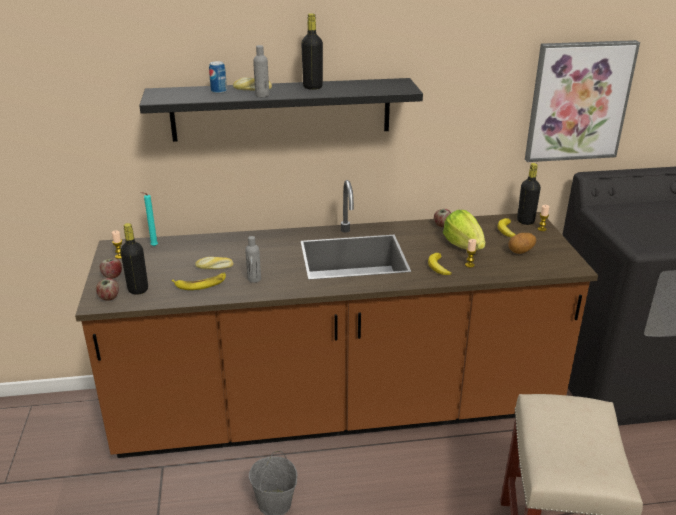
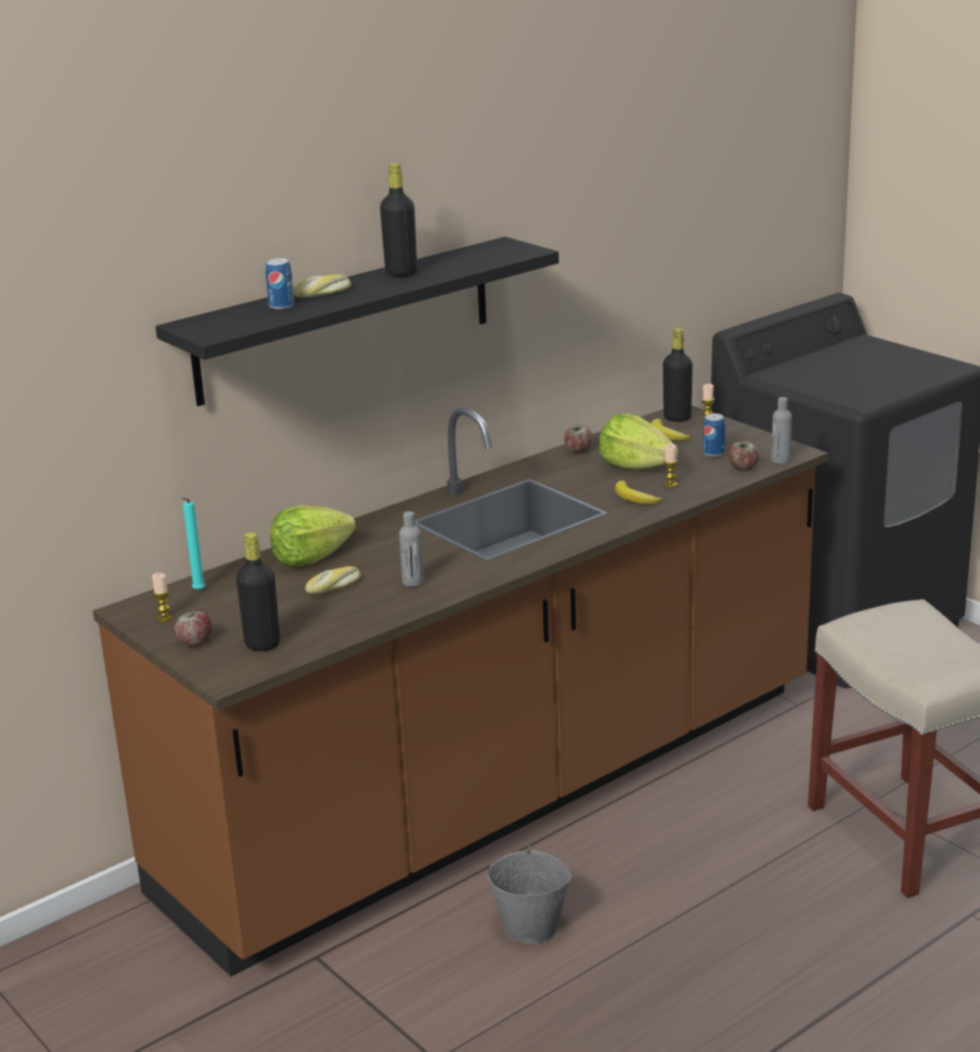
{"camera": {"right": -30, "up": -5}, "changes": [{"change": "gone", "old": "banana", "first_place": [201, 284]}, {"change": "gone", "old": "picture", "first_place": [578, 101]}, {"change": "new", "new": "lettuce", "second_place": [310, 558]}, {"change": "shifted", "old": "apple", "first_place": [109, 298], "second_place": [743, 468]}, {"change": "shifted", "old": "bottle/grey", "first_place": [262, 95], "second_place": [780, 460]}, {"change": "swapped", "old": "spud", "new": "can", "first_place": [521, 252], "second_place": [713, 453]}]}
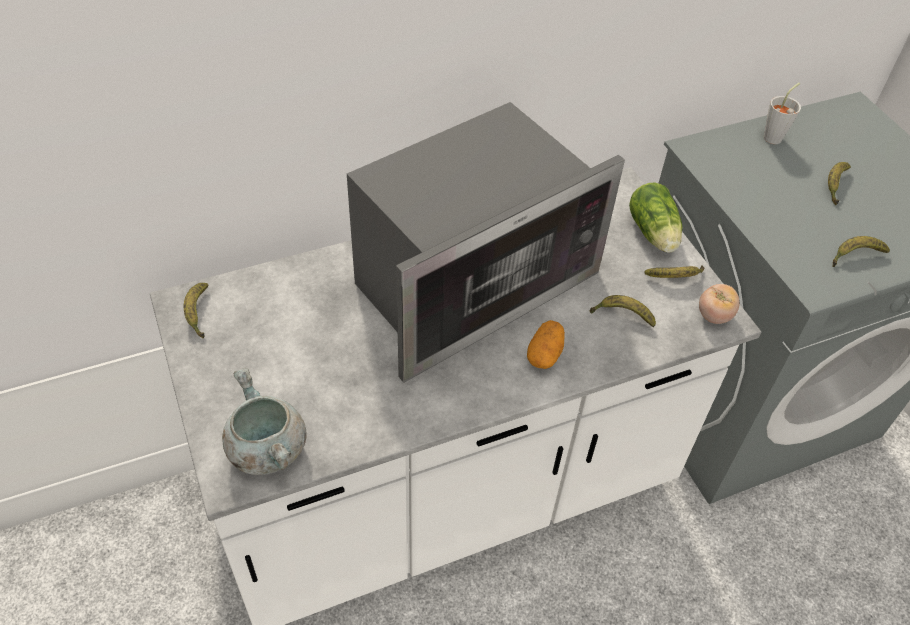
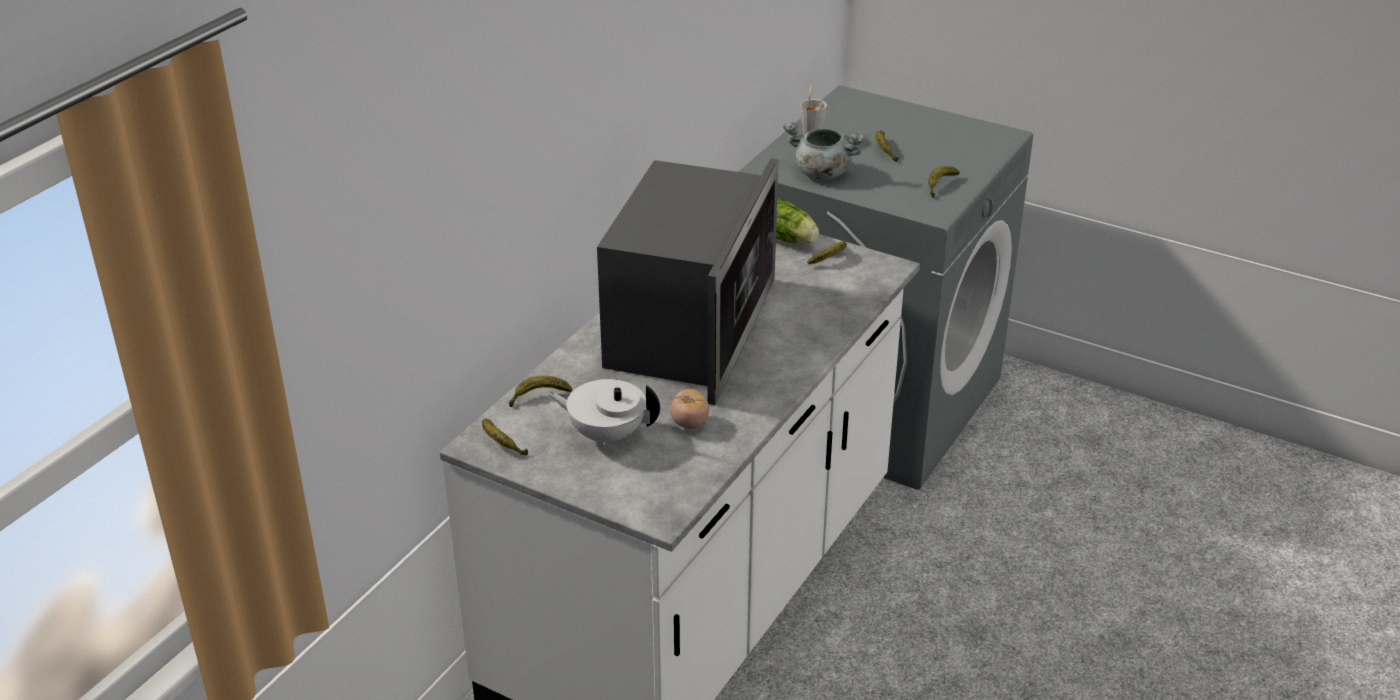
{"camera": {"right": -35, "up": -15}, "changes": [{"change": "gone", "old": "spud", "first_place": [545, 354]}, {"change": "new", "new": "pot for tea/white-coloured", "second_place": [606, 434]}, {"change": "shifted", "old": "cooking pot/grey", "first_place": [266, 448], "second_place": [821, 173]}, {"change": "shifted", "old": "banana", "first_place": [622, 315], "second_place": [538, 396]}, {"change": "shifted", "old": "whole tomato", "first_place": [714, 315], "second_place": [690, 423]}]}
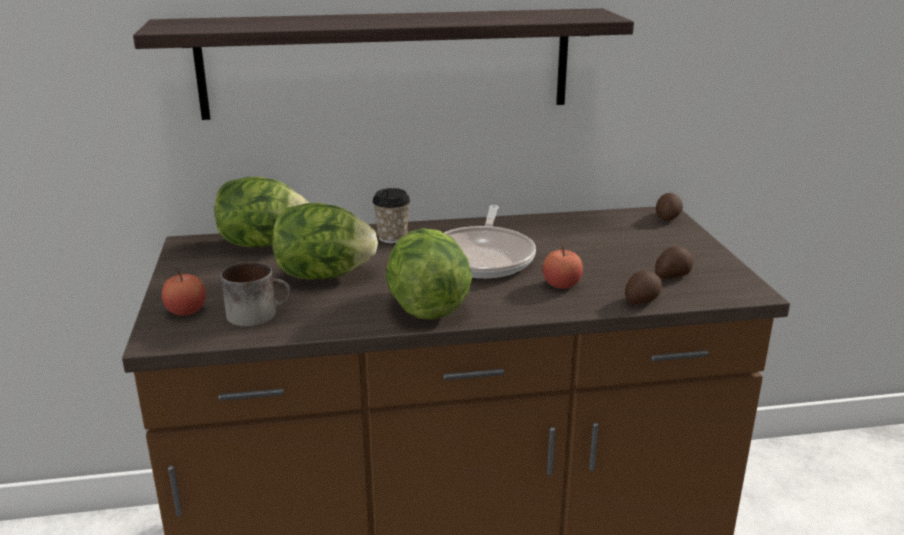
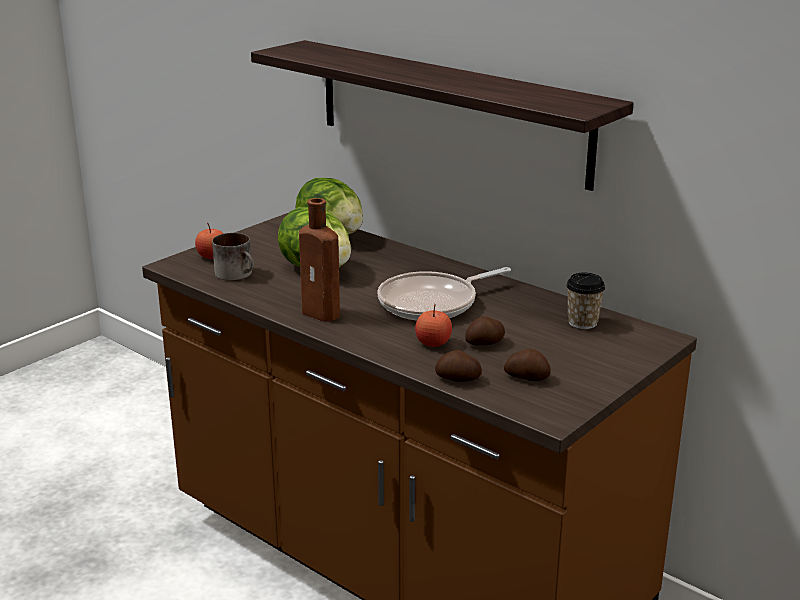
{"camera": {"right": 50, "up": 0}, "changes": [{"change": "shifted", "old": "cup", "first_place": [392, 238], "second_place": [582, 323]}, {"change": "shifted", "old": "spud", "first_place": [668, 217], "second_place": [485, 343]}, {"change": "swapped", "old": "lettuce", "new": "bottle/brown", "first_place": [427, 307], "second_place": [323, 314]}]}
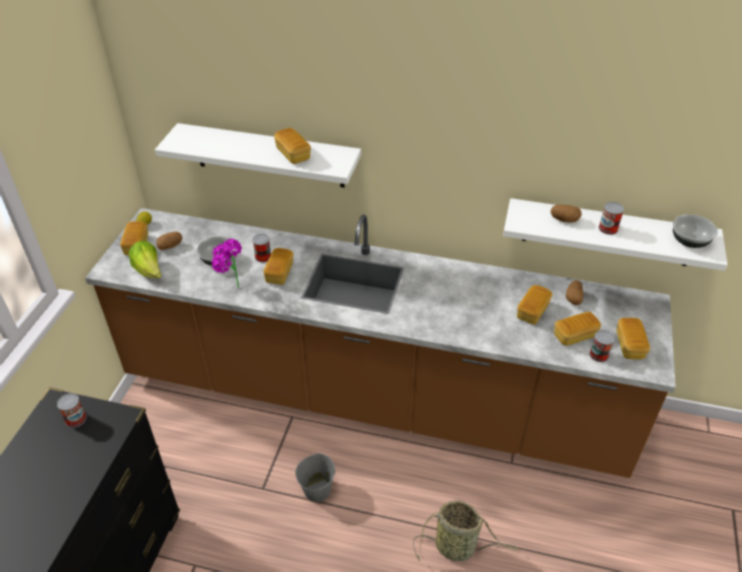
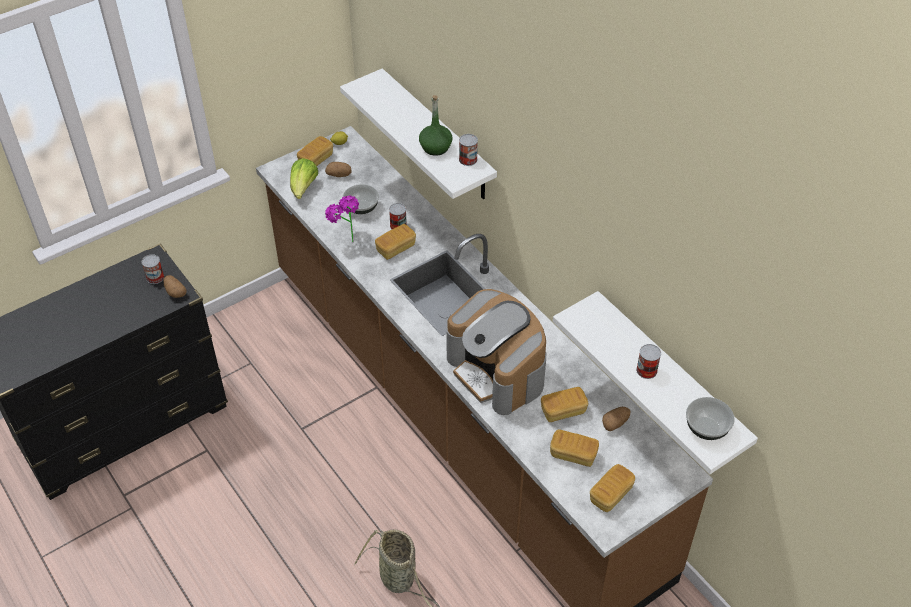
{"camera": {"right": 40, "up": 5}, "changes": [{"change": "gone", "old": "water bucket/grey", "first_place": [317, 489]}, {"change": "new", "new": "coffee brewer", "second_place": [497, 371]}, {"change": "shifted", "old": "spud", "first_place": [564, 220], "second_place": [175, 292]}, {"change": "shifted", "old": "can", "first_place": [599, 355], "second_place": [468, 159]}, {"change": "swapped", "old": "baked bread", "new": "bottle/greenish", "first_place": [293, 154], "second_place": [435, 147]}]}
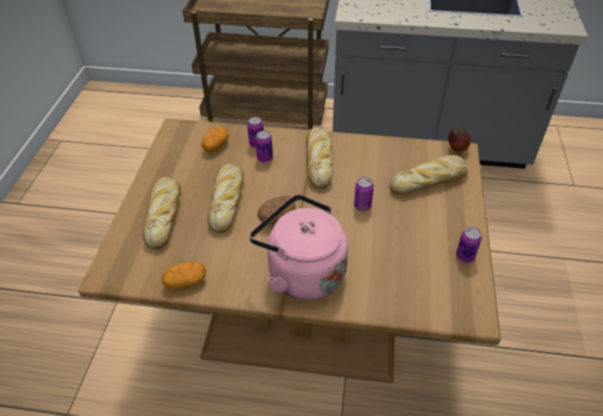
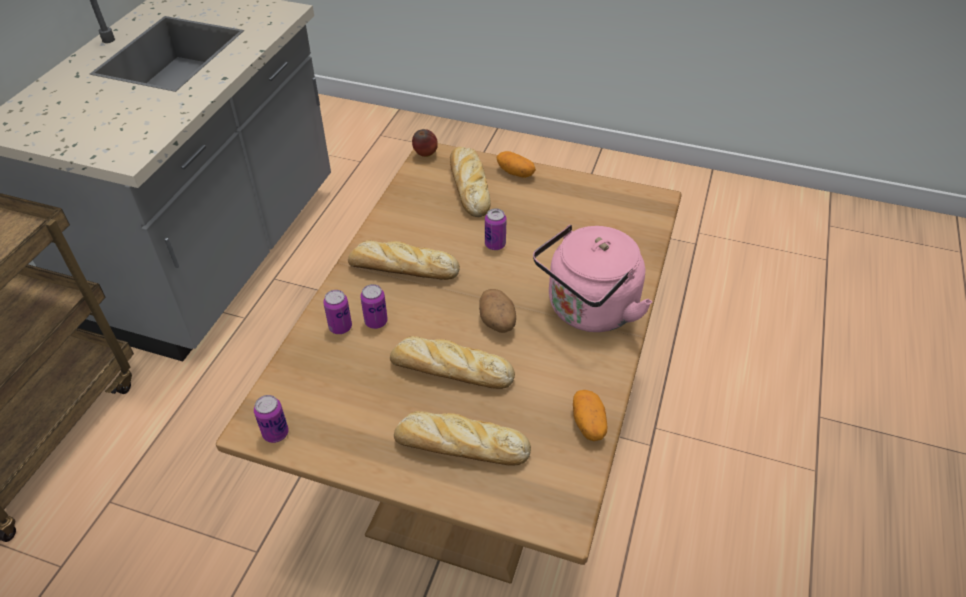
{"camera": {"right": -80, "up": 0}, "changes": [{"change": "shifted", "old": "spud", "first_place": [215, 146], "second_place": [515, 172]}, {"change": "shifted", "old": "can", "first_place": [465, 256], "second_place": [275, 433]}]}
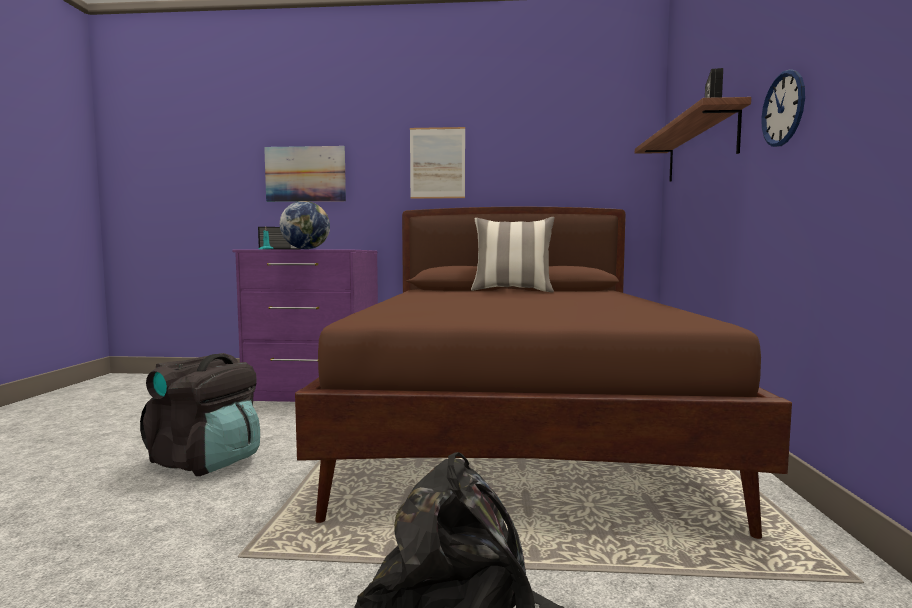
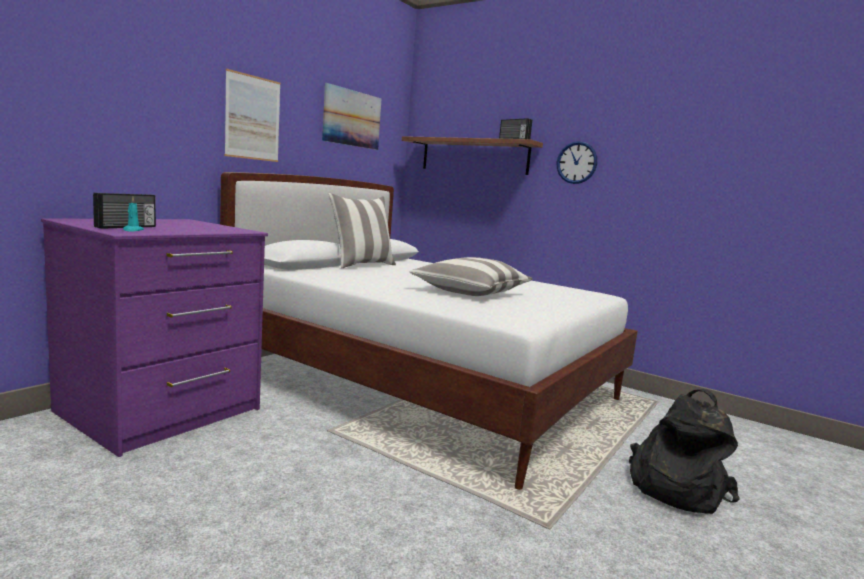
{"camera": {"right": -60, "up": 5}, "changes": [{"change": "gone", "old": "knapsack/blackish", "first_place": [206, 461]}, {"change": "gone", "old": "globe", "first_place": [305, 249]}, {"change": "new", "new": "pillow", "second_place": [470, 292]}, {"change": "shifted", "old": "picture", "first_place": [305, 174], "second_place": [352, 118]}, {"change": "repainted", "old": "bedroom bed/brown", "new": "bedroom bed/white-coloured", "first_place": [518, 428], "second_place": [424, 384]}]}
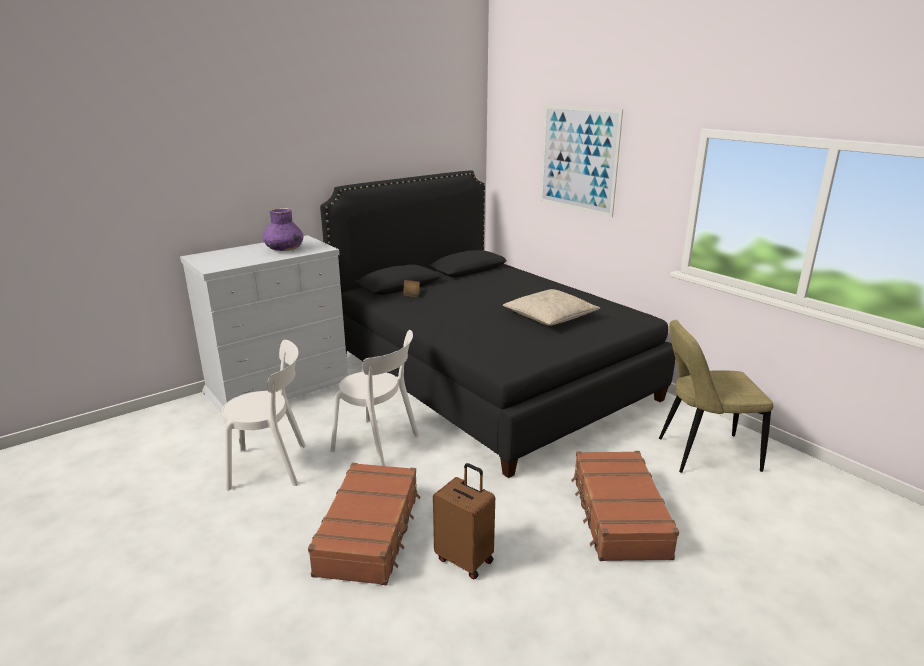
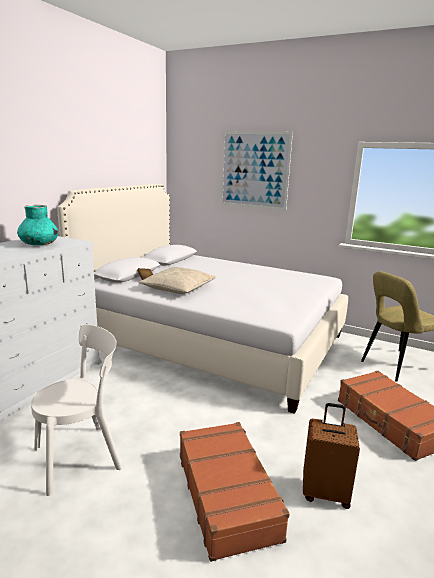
{"camera": {"right": -25, "up": -5}, "changes": [{"change": "gone", "old": "plain chair/white-coloured", "first_place": [379, 444]}, {"change": "shifted", "old": "pillow/beige-coloured", "first_place": [550, 316], "second_place": [178, 288]}, {"change": "repainted", "old": "flower vase/purple", "new": "flower vase/blue-green", "first_place": [284, 249], "second_place": [39, 244]}, {"change": "repainted", "old": "bedroom bed/blackish", "new": "bedroom bed/white-coloured", "first_place": [488, 376], "second_place": [211, 340]}]}
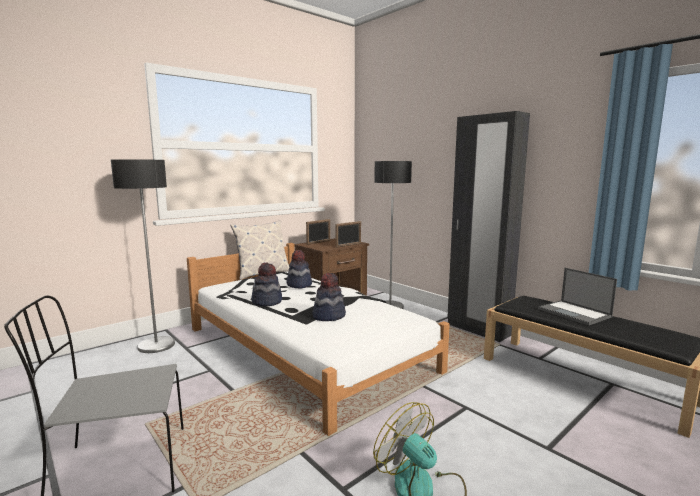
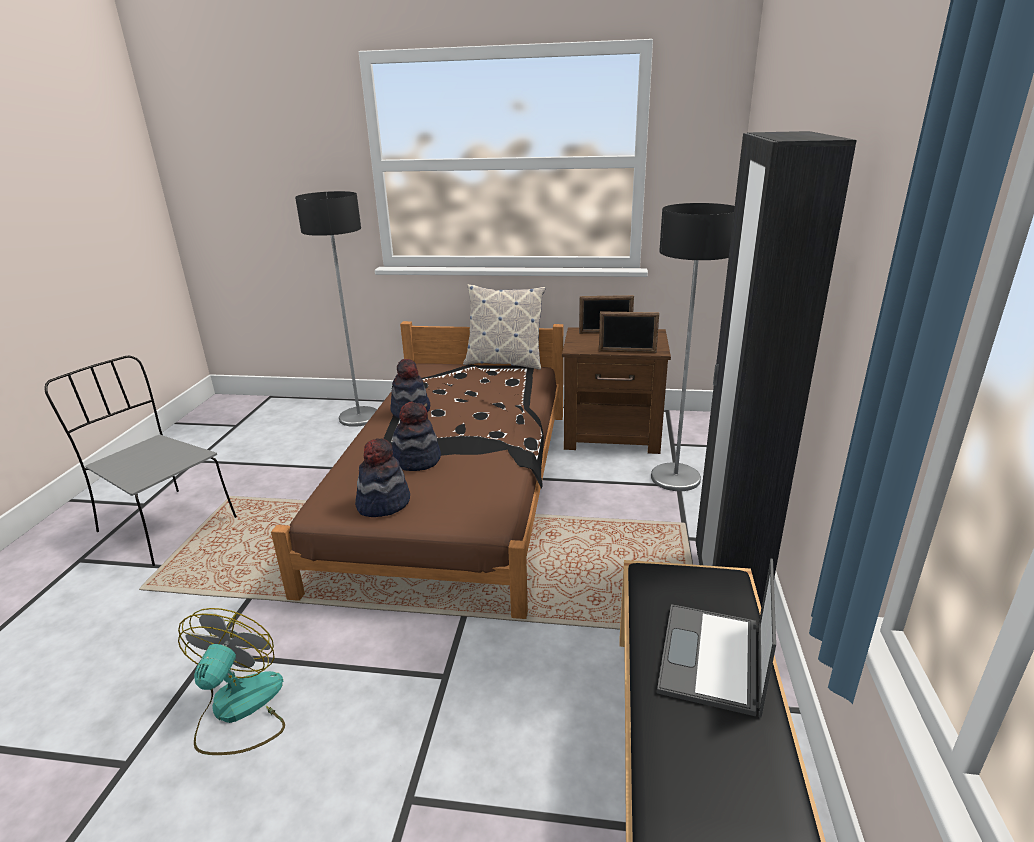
{"camera": {"right": 50, "up": 15}, "changes": [{"change": "shifted", "old": "wearable hat", "first_place": [299, 285], "second_place": [383, 503]}, {"change": "repainted", "old": "bedroom bed/white-coloured", "new": "bedroom bed/brown", "first_place": [304, 348], "second_place": [454, 488]}]}
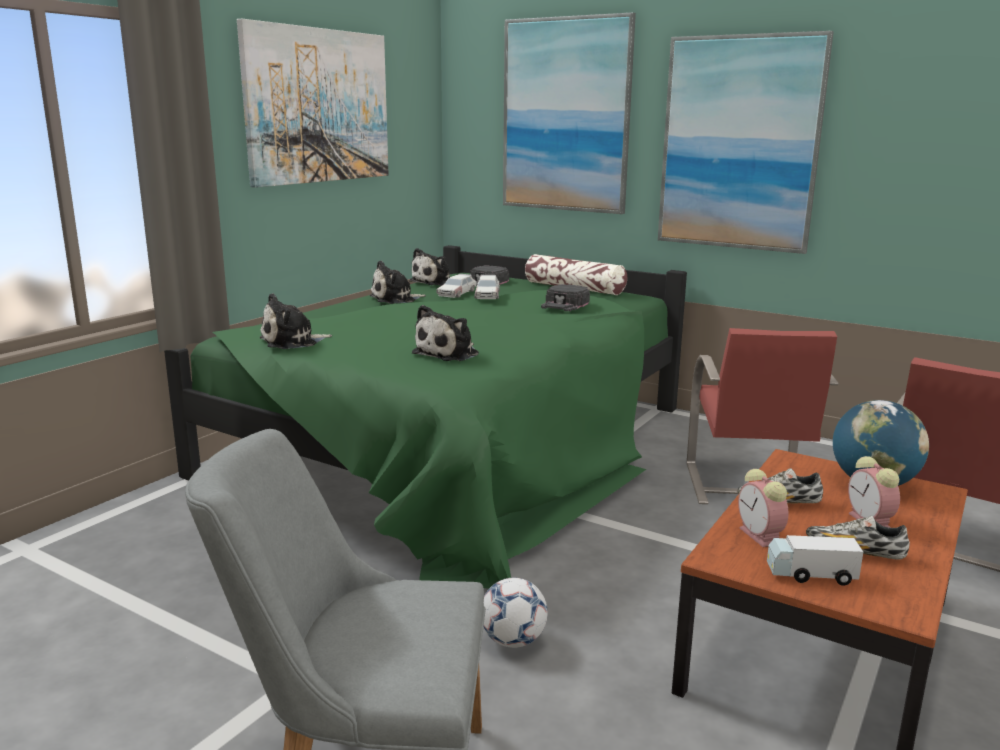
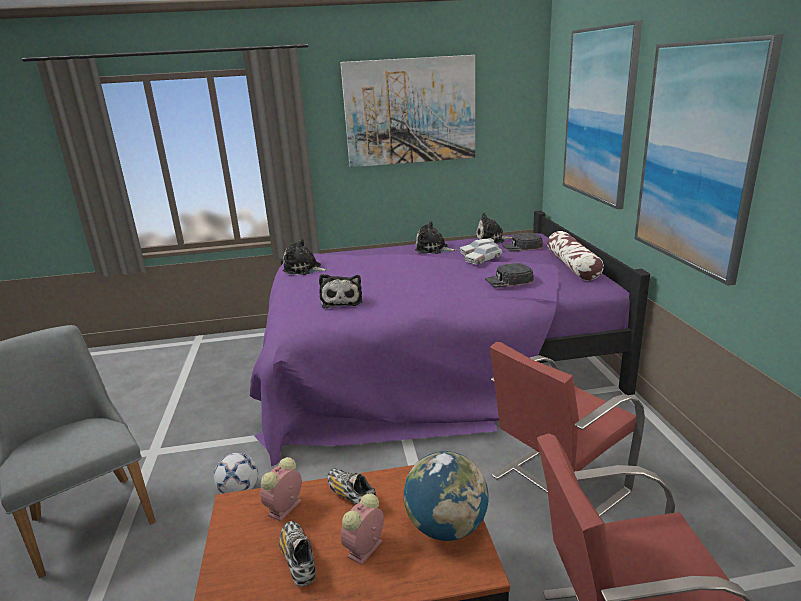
{"camera": {"right": 50, "up": 5}, "changes": [{"change": "gone", "old": "toy lorry", "first_place": [810, 575]}, {"change": "repainted", "old": "bedroom bed/greenish", "new": "bedroom bed/purple", "first_place": [460, 447], "second_place": [431, 362]}, {"change": "rotated", "old": "cuddly toy", "first_place": [449, 353], "second_place": [342, 301], "degrees": -90}]}
